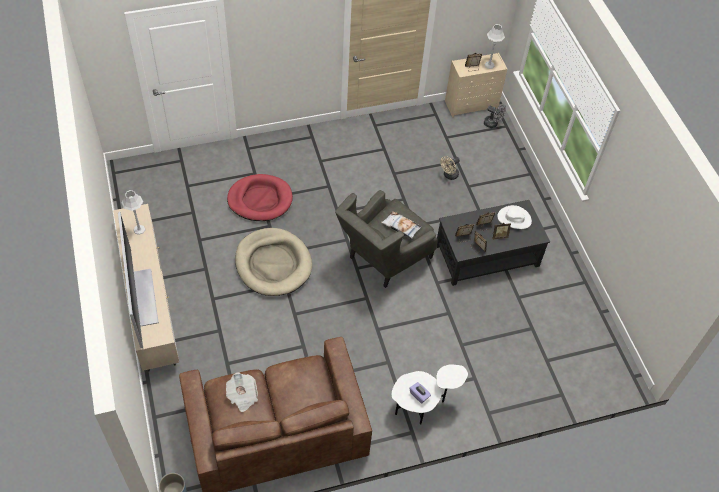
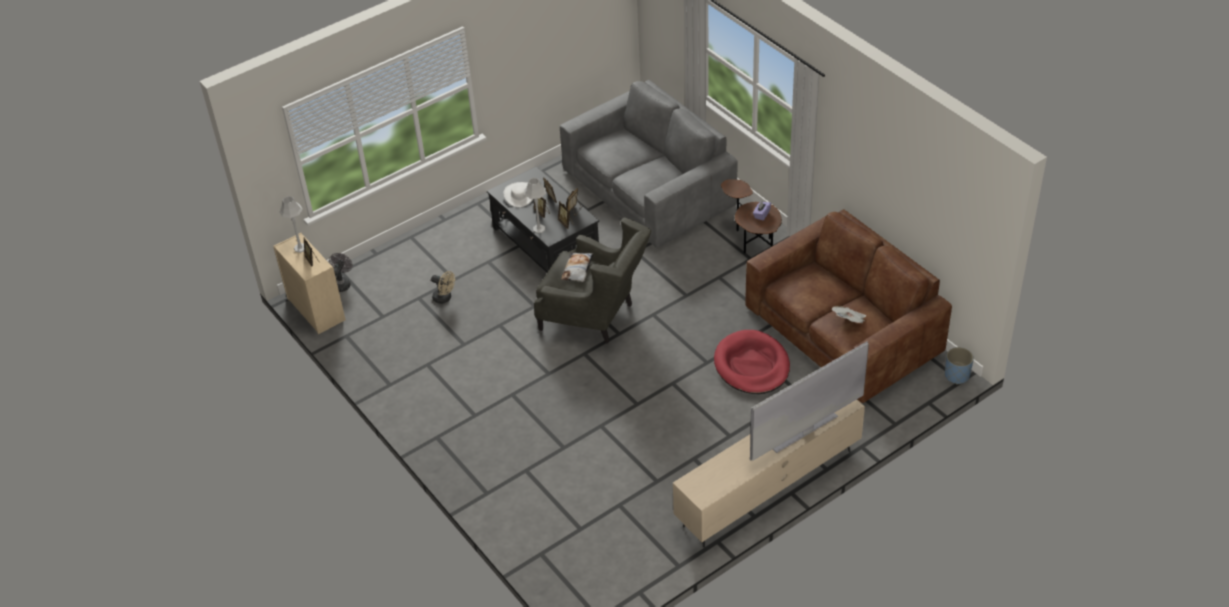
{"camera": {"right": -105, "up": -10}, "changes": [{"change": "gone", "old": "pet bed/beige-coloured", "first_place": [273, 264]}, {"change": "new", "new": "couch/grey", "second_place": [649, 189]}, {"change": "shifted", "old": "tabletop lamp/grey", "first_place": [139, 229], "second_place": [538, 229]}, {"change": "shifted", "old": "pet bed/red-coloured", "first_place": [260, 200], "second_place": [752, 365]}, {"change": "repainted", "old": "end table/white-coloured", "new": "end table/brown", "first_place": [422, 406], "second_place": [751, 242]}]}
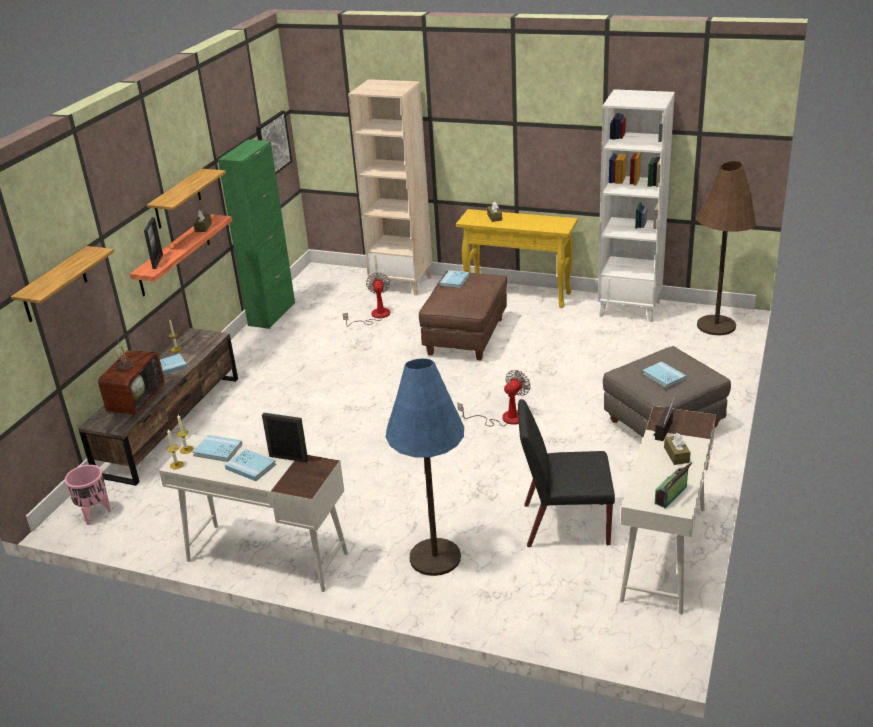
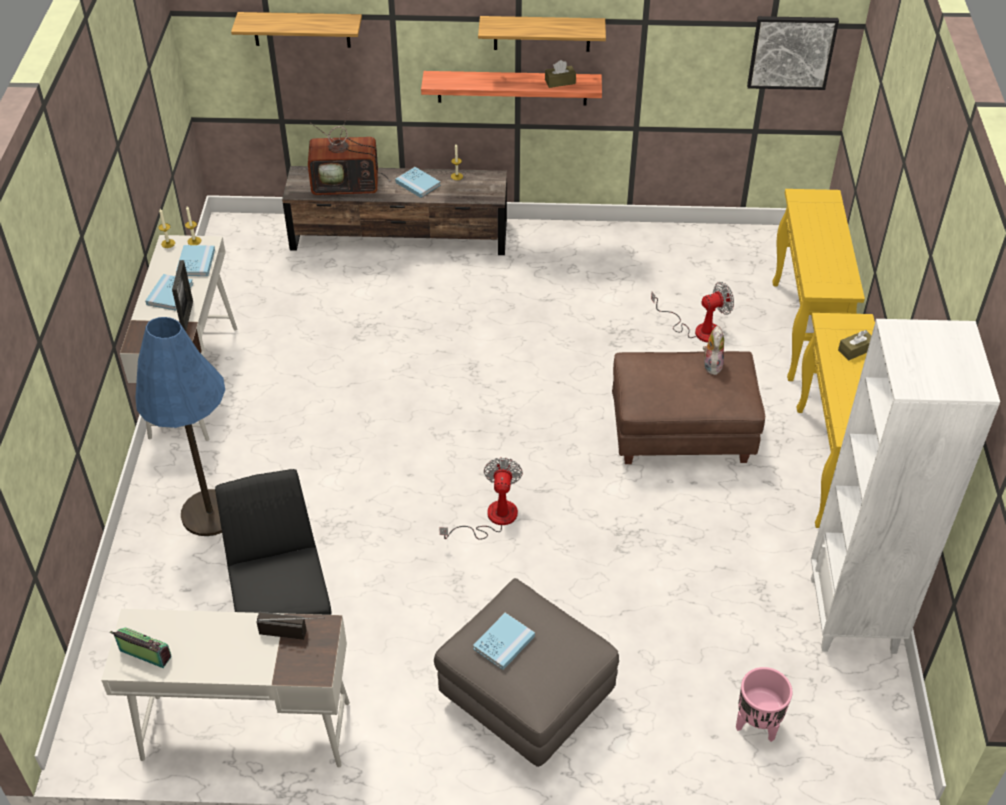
{"camera": {"right": 70, "up": 15}, "changes": [{"change": "gone", "old": "picture frame", "first_place": [157, 261]}, {"change": "gone", "old": "cupboard/greenish", "first_place": [272, 314]}, {"change": "gone", "old": "tissue holder/brown", "first_place": [676, 455]}, {"change": "gone", "old": "standard lamp/brown", "first_place": [716, 326]}, {"change": "shifted", "old": "planter/pink", "first_place": [94, 515], "second_place": [756, 725]}, {"change": "swapped", "old": "shelving unit/beige-coloured", "new": "narrow table/yellowish", "first_place": [402, 283], "second_place": [804, 332]}, {"change": "swapped", "old": "bound book/blue-coloured", "new": "cuddly toy", "first_place": [454, 280], "second_place": [711, 365]}, {"change": "rotated", "old": "fan", "first_place": [504, 418], "second_place": [492, 518], "degrees": -105}]}
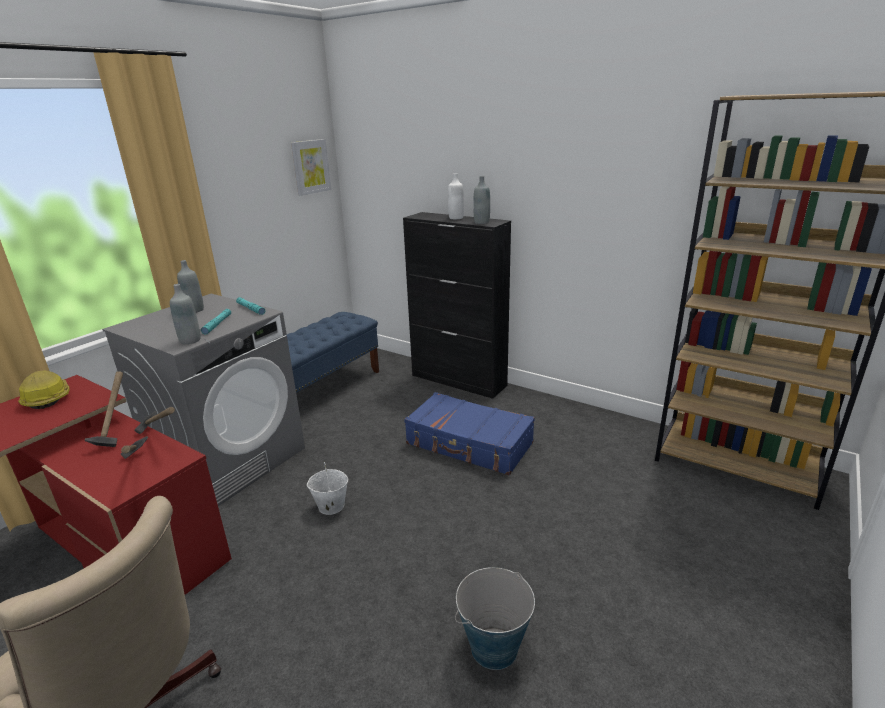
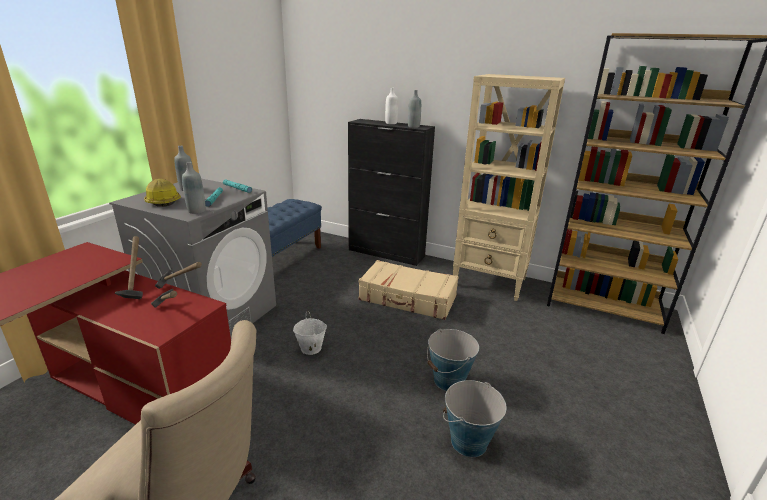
{"camera": {"right": -10, "up": 0}, "changes": [{"change": "gone", "old": "picture", "first_place": [310, 167]}, {"change": "new", "new": "water bucket", "second_place": [449, 381]}, {"change": "new", "new": "shelving unit/beige-coloured", "second_place": [490, 282]}, {"change": "shifted", "old": "safety helmet", "first_place": [47, 398], "second_place": [162, 201]}, {"change": "repainted", "old": "suitcase/blue-coloured", "new": "suitcase/beige-coloured", "first_place": [469, 444], "second_place": [408, 298]}]}
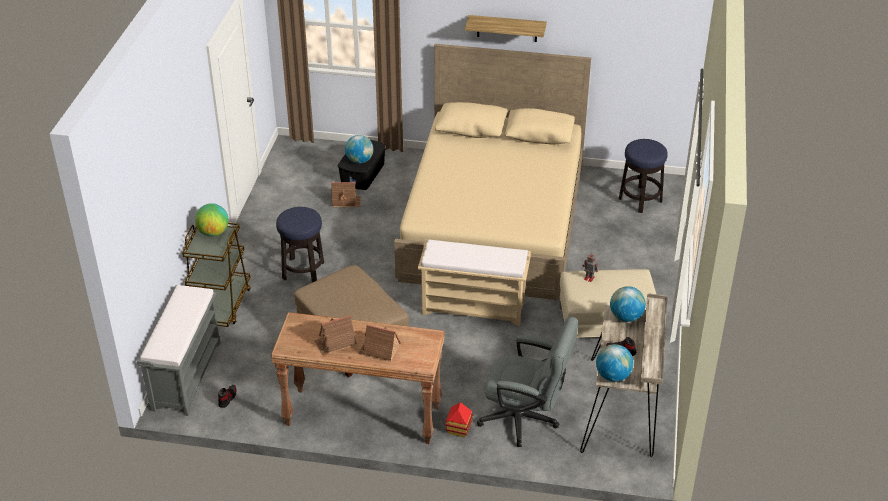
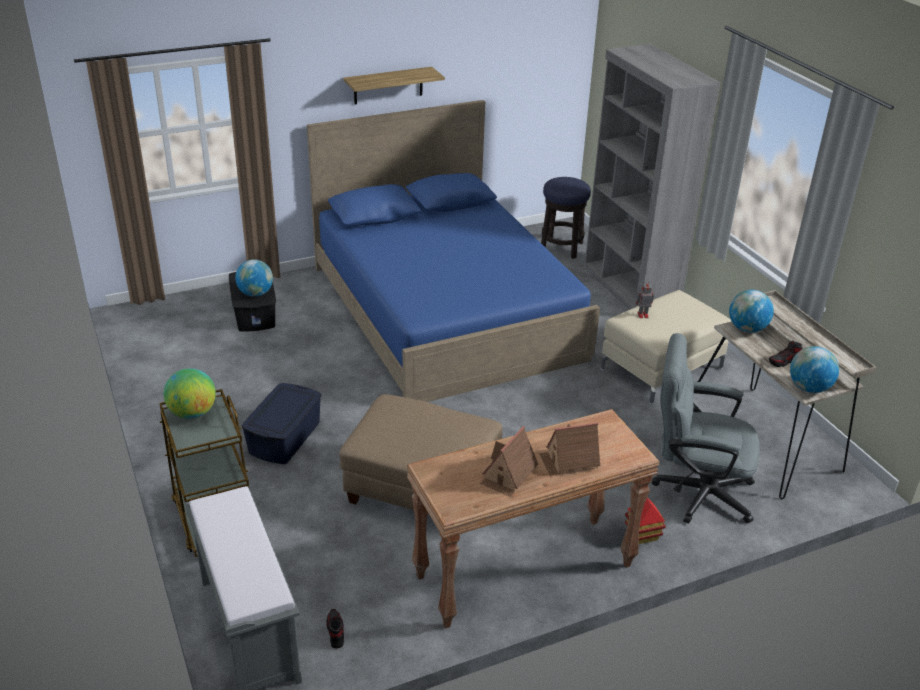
{"camera": {"right": -35, "up": -5}, "changes": [{"change": "gone", "old": "toy house", "first_place": [346, 201]}, {"change": "gone", "old": "long seat/beige-coloured", "first_place": [474, 307]}, {"change": "new", "new": "shelving unit/grey", "second_place": [630, 289]}, {"change": "swapped", "old": "sitting stool", "new": "storage container/blue-coloured", "first_place": [303, 271], "second_place": [284, 437]}, {"change": "repainted", "old": "bedroom bed/beige-coloured", "new": "bedroom bed/blue-coloured", "first_place": [494, 221], "second_place": [446, 311]}, {"change": "rotated", "old": "computer chair/grey", "first_place": [526, 420], "second_place": [694, 491], "degrees": -150}]}
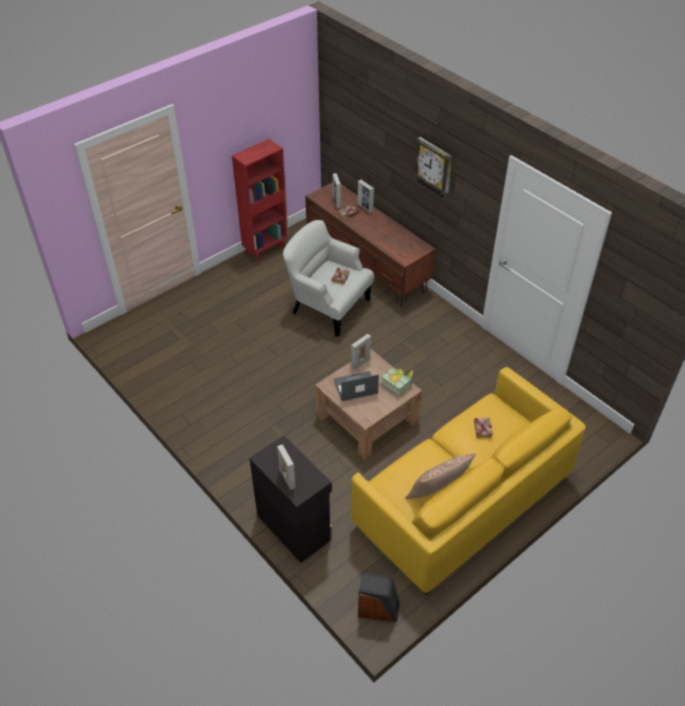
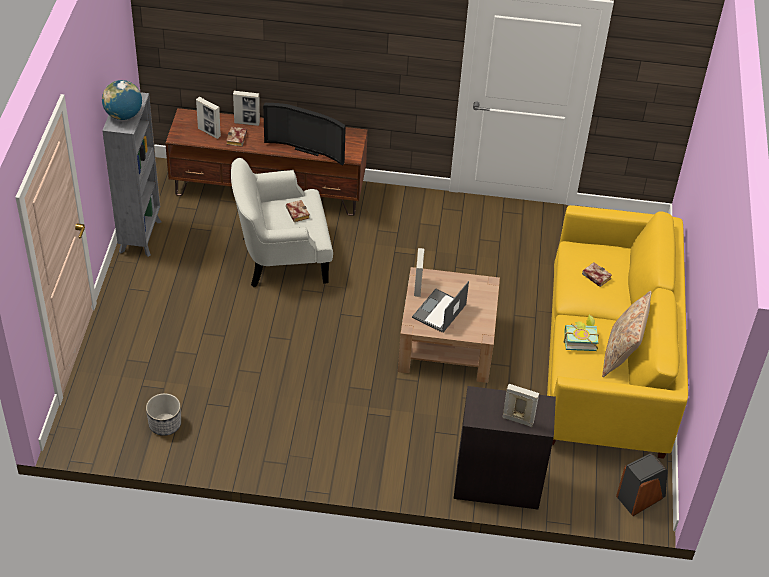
{"camera": {"right": -45, "up": 0}, "changes": [{"change": "gone", "old": "clock on the wall", "first_place": [434, 167]}, {"change": "new", "new": "globe", "second_place": [123, 115]}, {"change": "new", "new": "planter", "second_place": [165, 424]}, {"change": "new", "new": "TV set", "second_place": [308, 148]}, {"change": "shifted", "old": "bound book", "first_place": [398, 384], "second_place": [579, 339]}, {"change": "repainted", "old": "shelving unit/red-coloured", "new": "shelving unit/grey", "first_place": [266, 250], "second_place": [141, 235]}]}
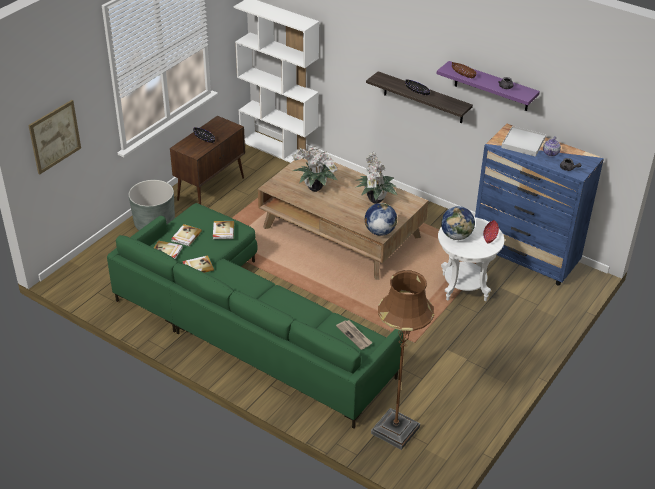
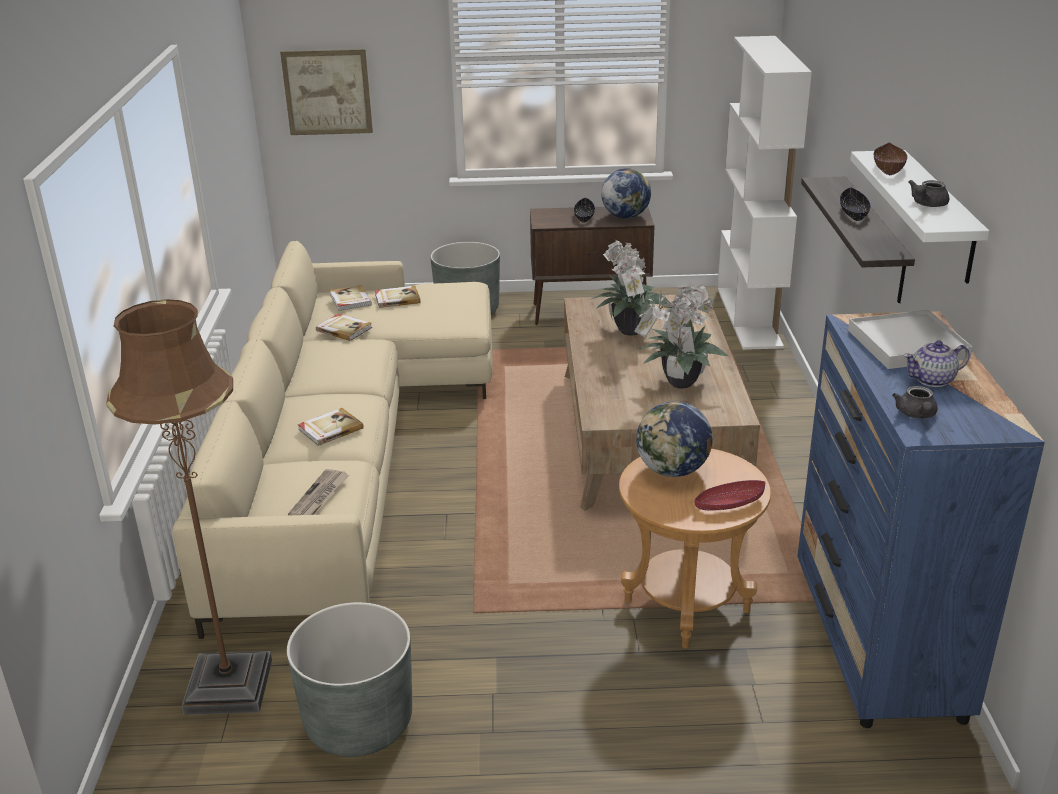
{"camera": {"right": 55, "up": -10}, "changes": [{"change": "new", "new": "planter/grey", "second_place": [359, 723]}, {"change": "shifted", "old": "bound book", "first_place": [223, 231], "second_place": [330, 429]}, {"change": "shifted", "old": "globe", "first_place": [379, 231], "second_place": [625, 216]}, {"change": "repainted", "old": "couch/greenish", "new": "couch/beige-coloured", "first_place": [245, 323], "second_place": [348, 447]}, {"change": "repainted", "old": "shelf/purple", "new": "shelf/white-coloured", "first_place": [491, 86], "second_place": [938, 216]}, {"change": "repainted", "old": "end table/white-coloured", "new": "end table/brown", "first_place": [464, 287], "second_place": [687, 606]}]}
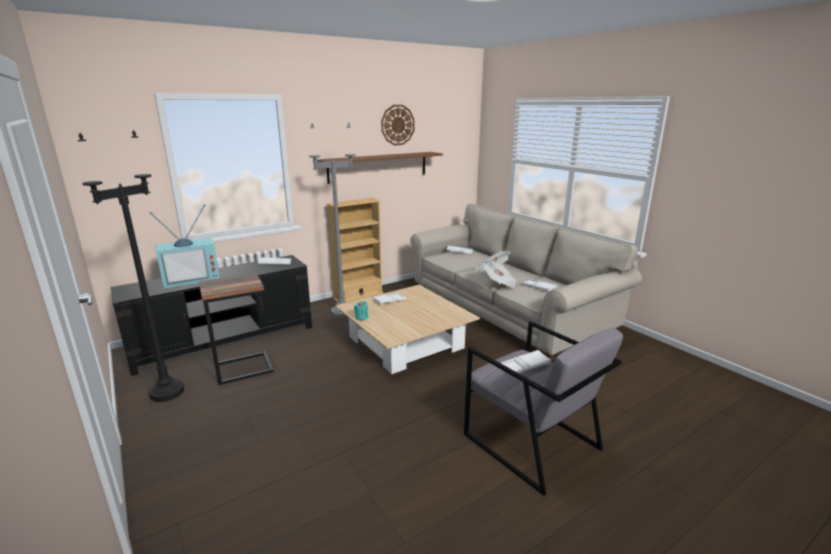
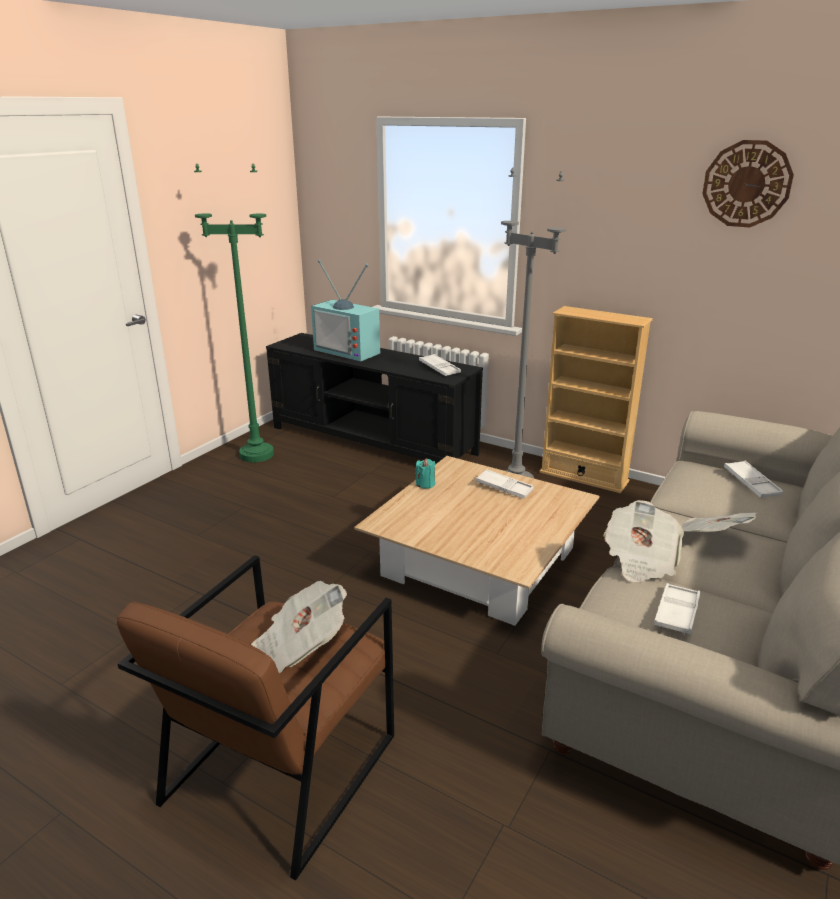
{"camera": {"right": 65, "up": 5}, "changes": [{"change": "gone", "old": "end table", "first_place": [243, 367]}, {"change": "gone", "old": "shelf/brown", "first_place": [378, 167]}, {"change": "swapped", "old": "serving tray/white-coloured", "new": "printed paper", "first_place": [525, 366], "second_place": [300, 645]}, {"change": "repainted", "old": "standard lamp/blackish", "new": "standard lamp/greenish", "first_place": [167, 392], "second_place": [256, 455]}, {"change": "repainted", "old": "easy chair/grey", "new": "easy chair/brown", "first_place": [531, 442], "second_place": [280, 768]}]}
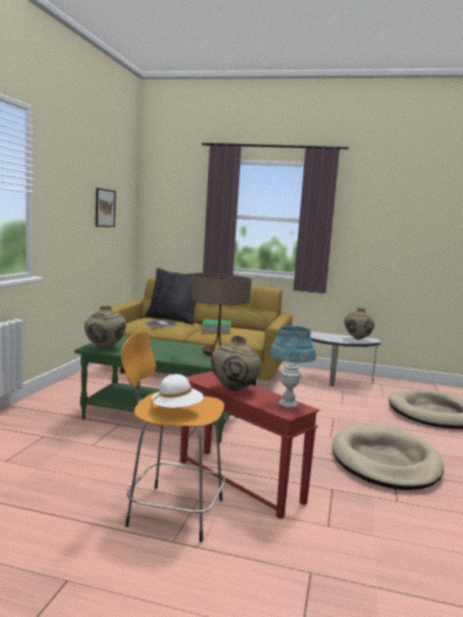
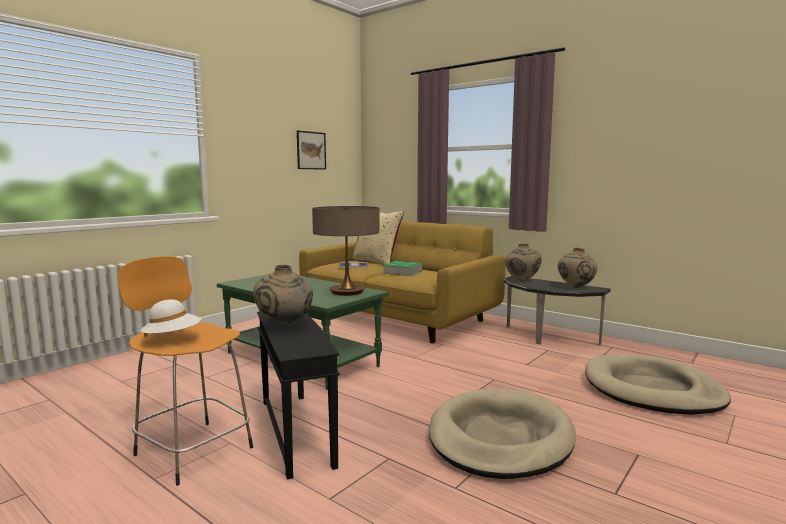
{"camera": {"right": 25, "up": 0}, "changes": [{"change": "gone", "old": "tabletop lamp/blue-coloured", "first_place": [288, 404]}, {"change": "shifted", "old": "flower vase/beige-coloured", "first_place": [104, 348], "second_place": [522, 281]}, {"change": "repainted", "old": "pillow/blackish", "new": "pillow/beige-coloured", "first_place": [173, 319], "second_place": [377, 262]}, {"change": "repainted", "old": "end table/red-coloured", "new": "end table/blackish", "first_place": [240, 480], "second_place": [297, 431]}]}
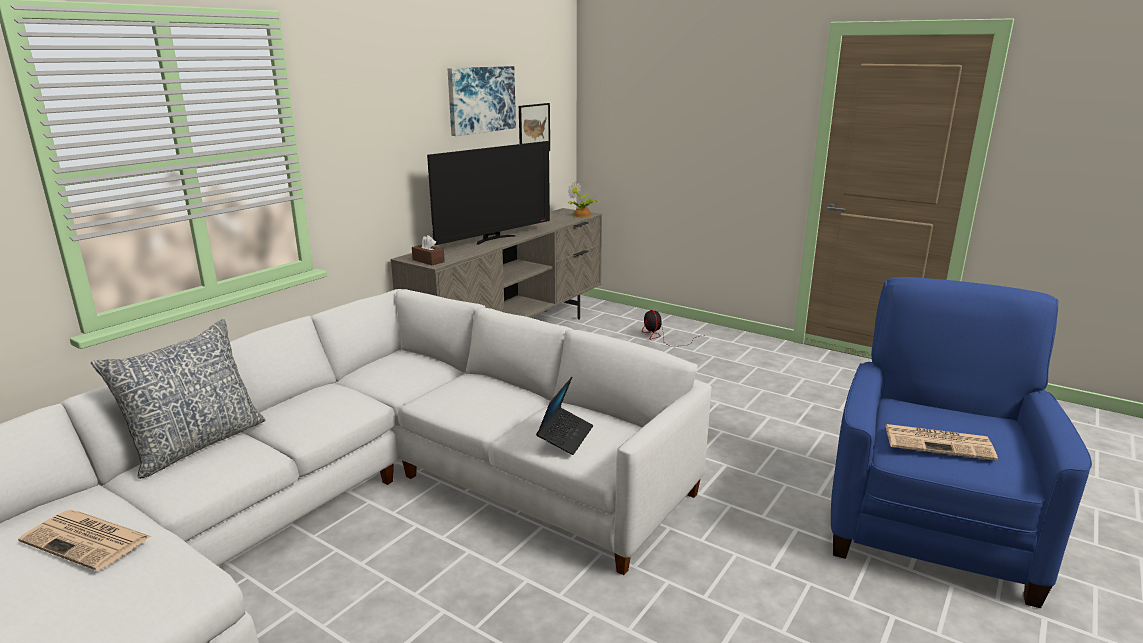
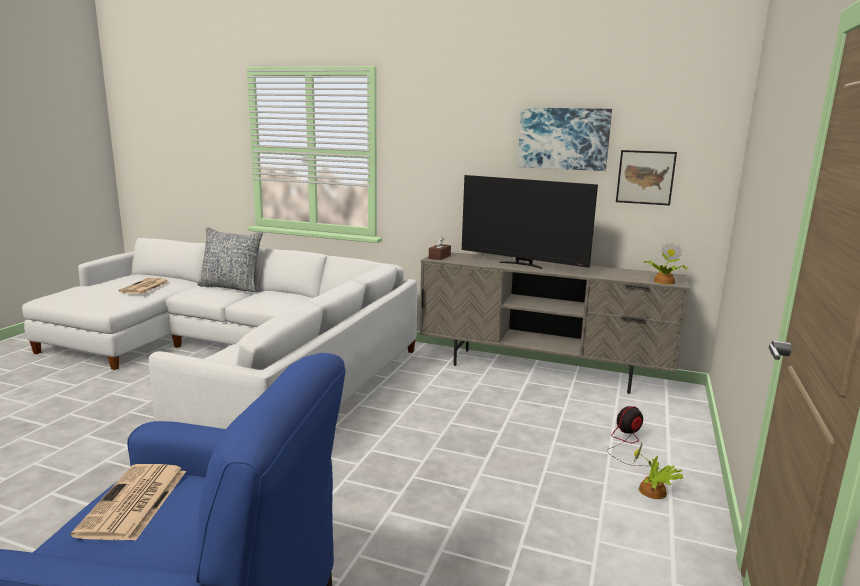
{"camera": {"right": 75, "up": -5}, "changes": [{"change": "gone", "old": "laptop", "first_place": [565, 436]}, {"change": "new", "new": "houseplant", "second_place": [653, 492]}]}
